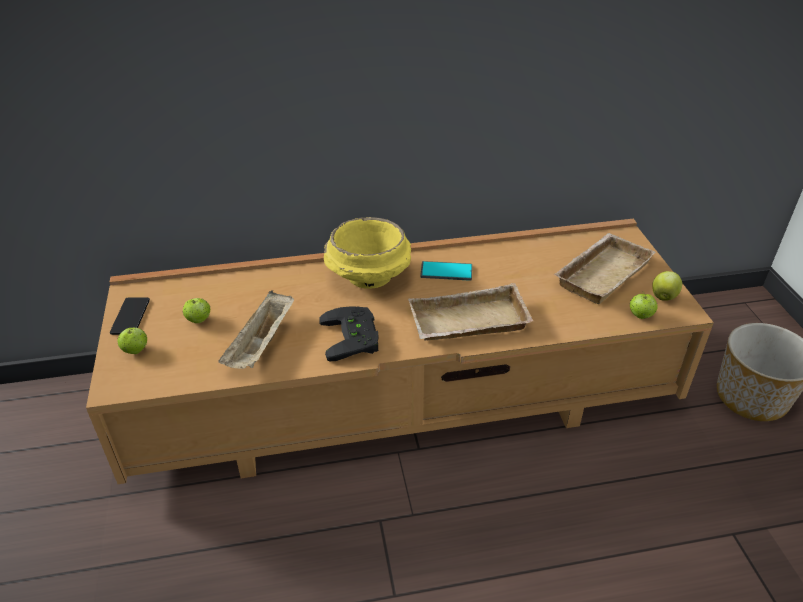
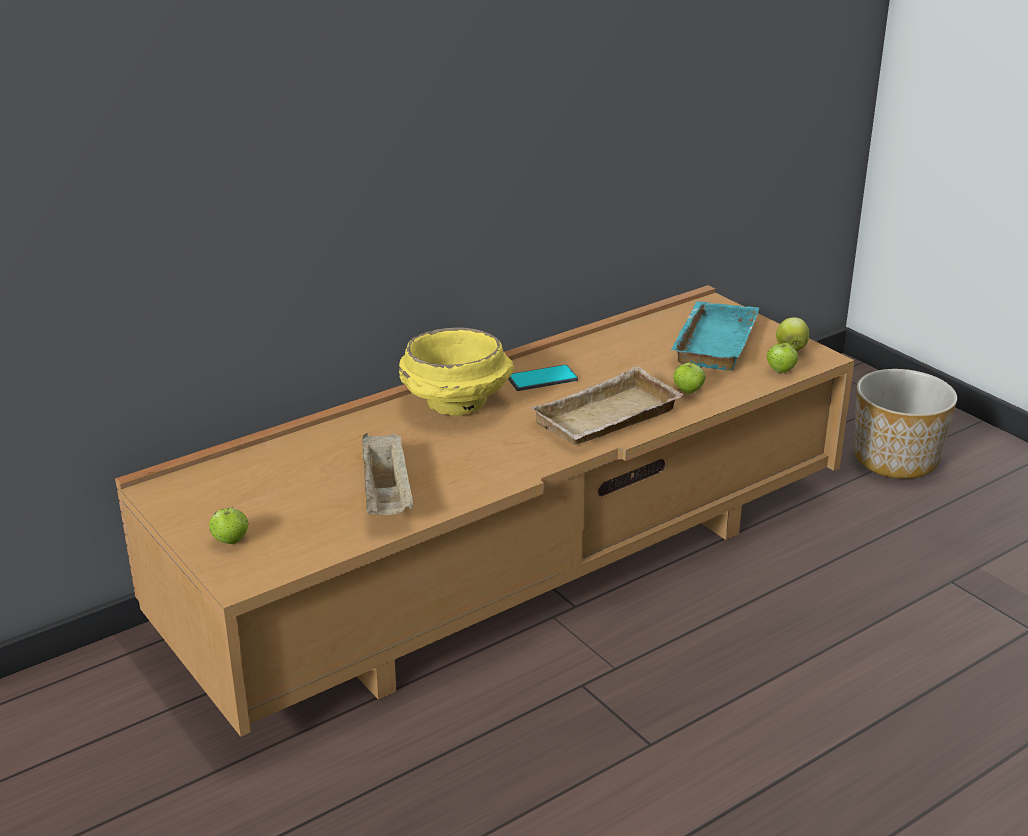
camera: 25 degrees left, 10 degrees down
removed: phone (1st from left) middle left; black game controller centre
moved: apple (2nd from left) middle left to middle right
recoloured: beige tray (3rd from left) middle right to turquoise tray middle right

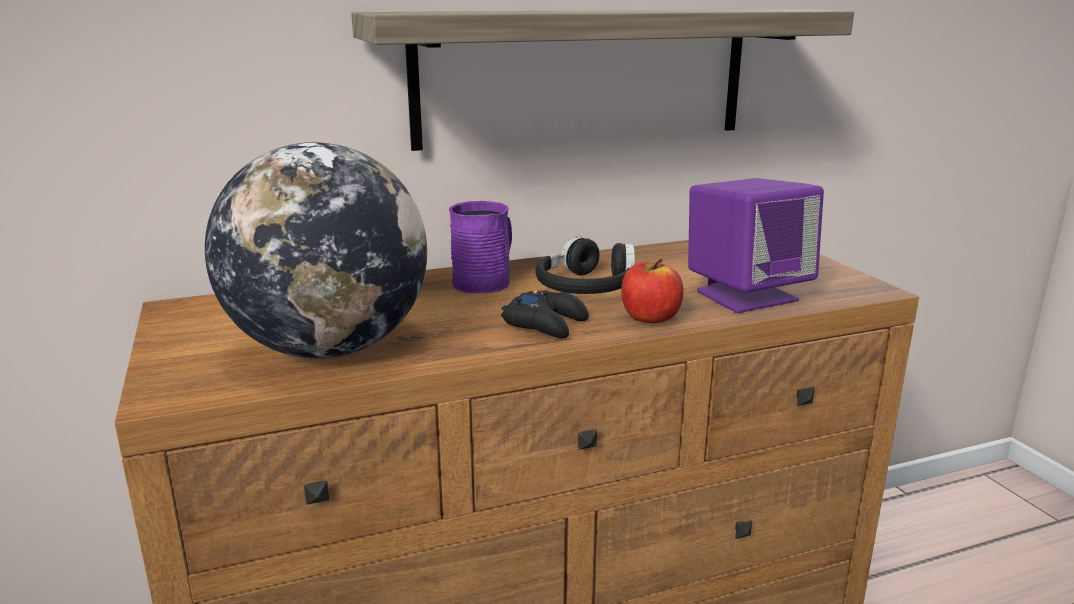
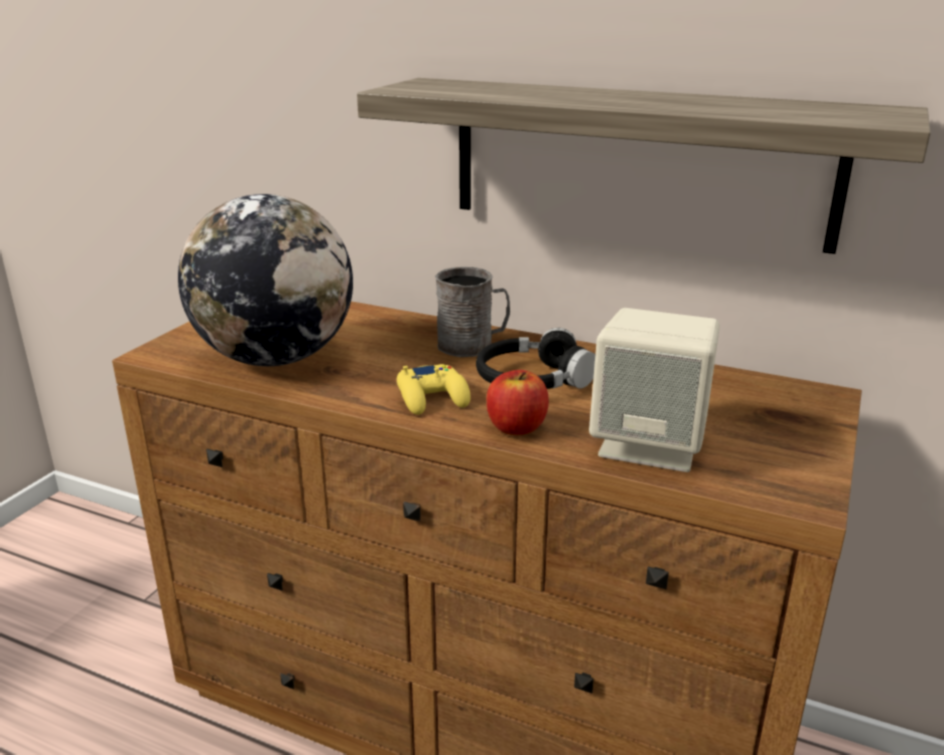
camera: 45 degrees right, 5 degrees up
recoloured: purple mug centre to grey mug centre; black game controller centre to yellow game controller centre; purple speaker middle right to beige speaker middle right

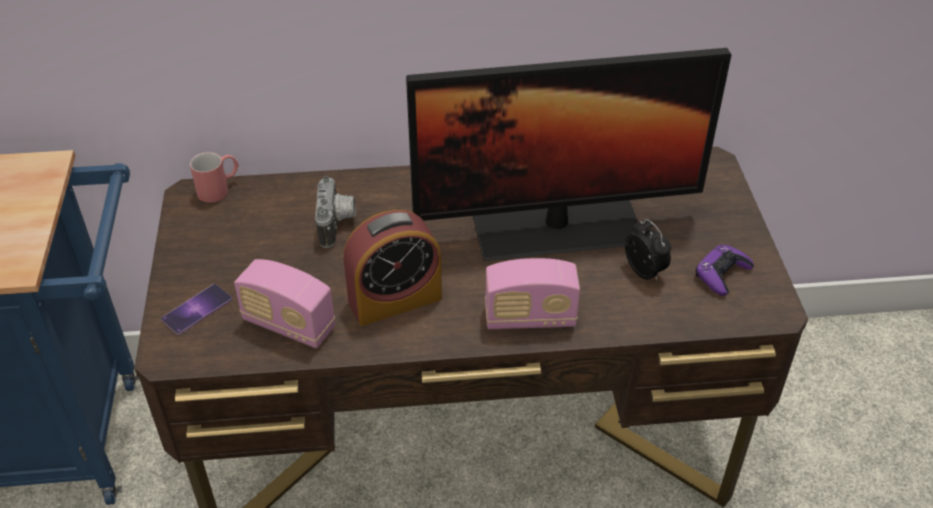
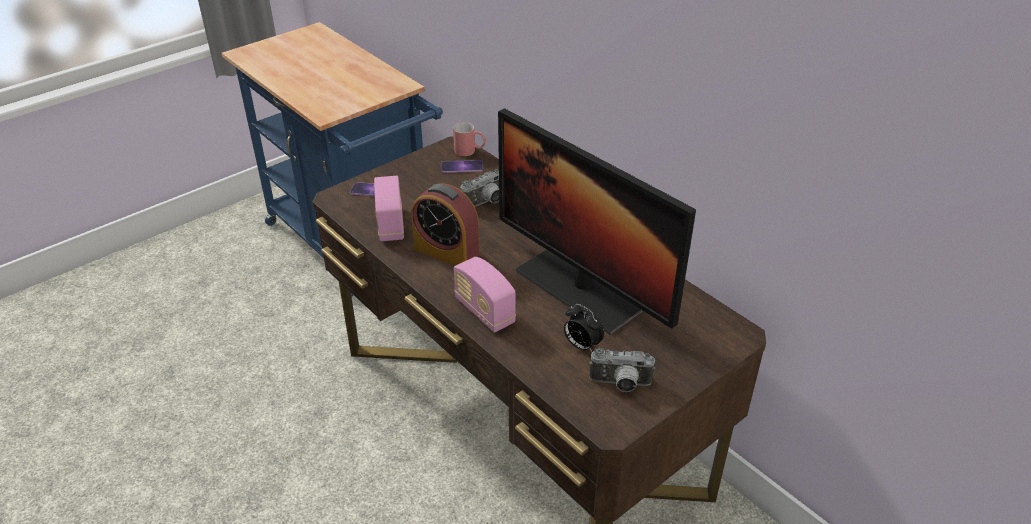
camera: 55 degrees right, 5 degrees down
added: phone (2nd from left) top centre
replaced: purple game controller middle right to photo camera (2nd from left) bottom centre
turned: alarm clock (2nd from left) middle right = centre 105 degrees clockwise

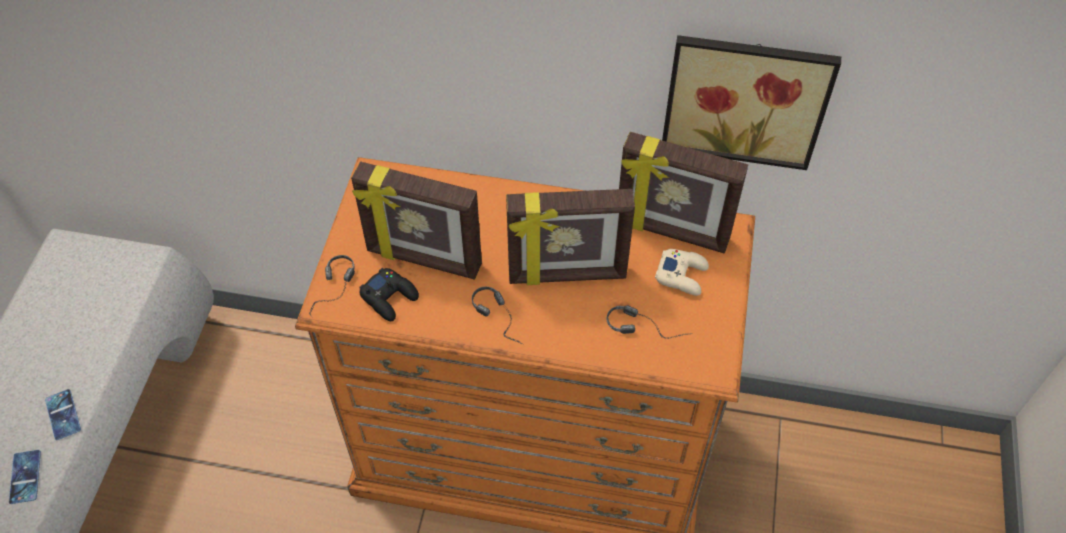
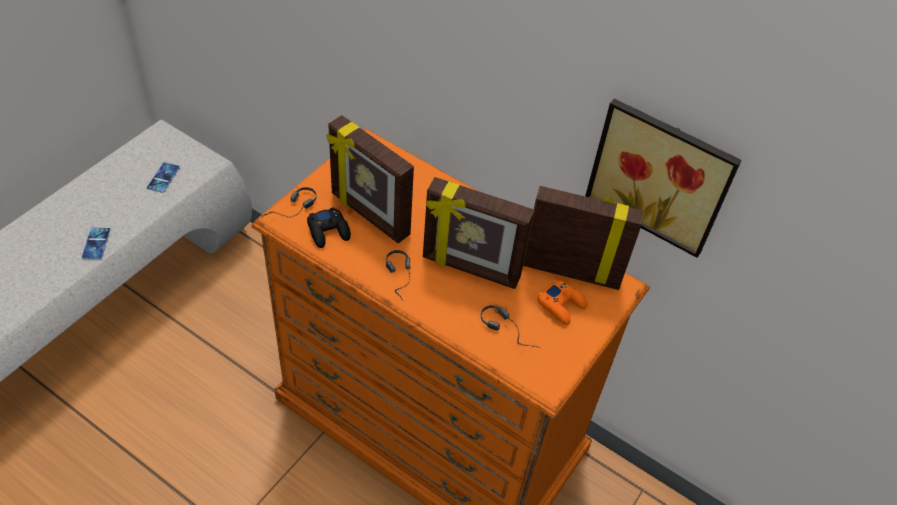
camera: 20 degrees right, 5 degrees down
moved: phone (1st from left in the first image) bottom left to phone (2nd from left) middle left
recoloured: beige game controller centre to orange game controller centre
turned: picture frame (3rd from left) centre = centre 150 degrees clockwise

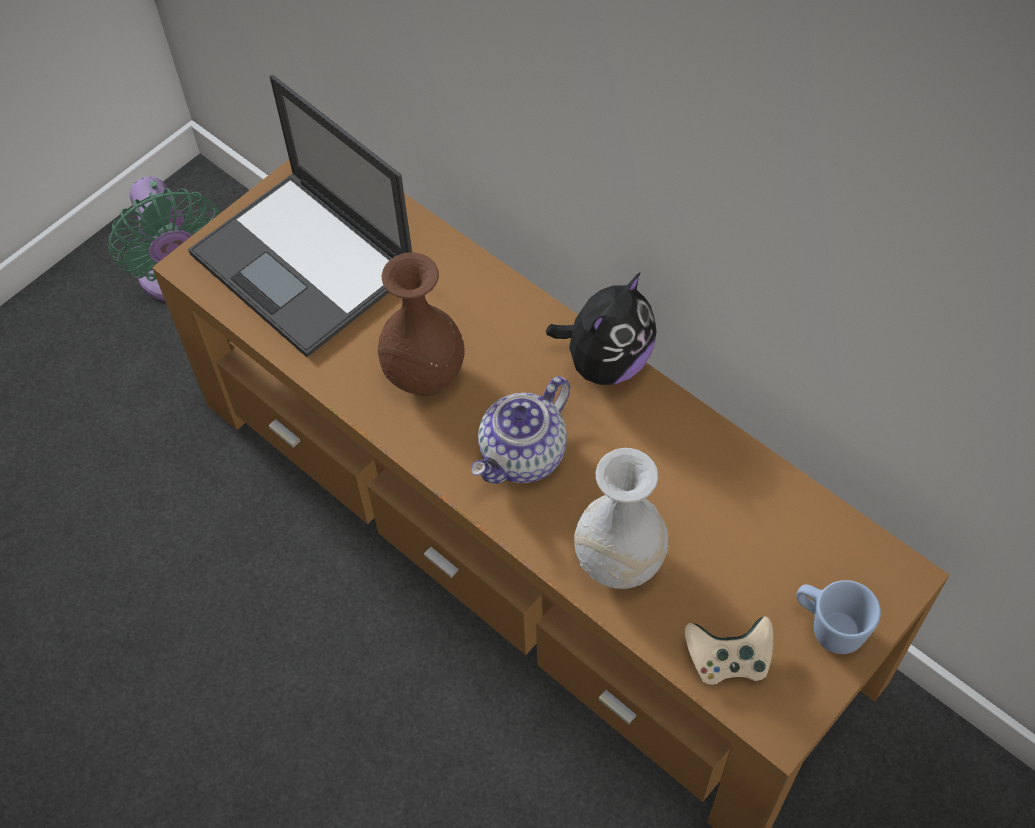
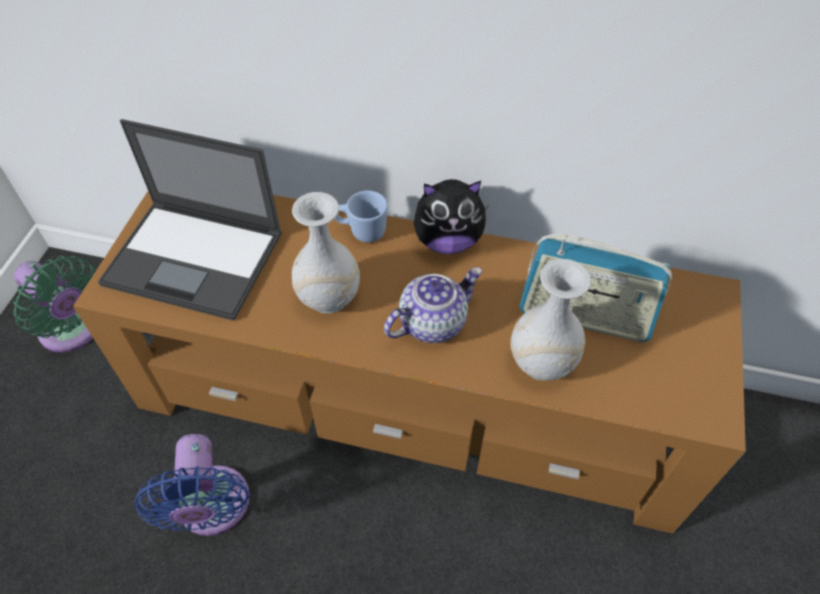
camera: 30 degrees left, 5 degrees down
removed: beige game controller bottom right
added: blue fan bottom left; radio middle right
moved: blue mug bottom right to centre
recoloured: brown vase centre to white vase (1st from left) centre
turned: teapot centre = centre 135 degrees counterclockwise; plush toy centre = centre 75 degrees clockwise

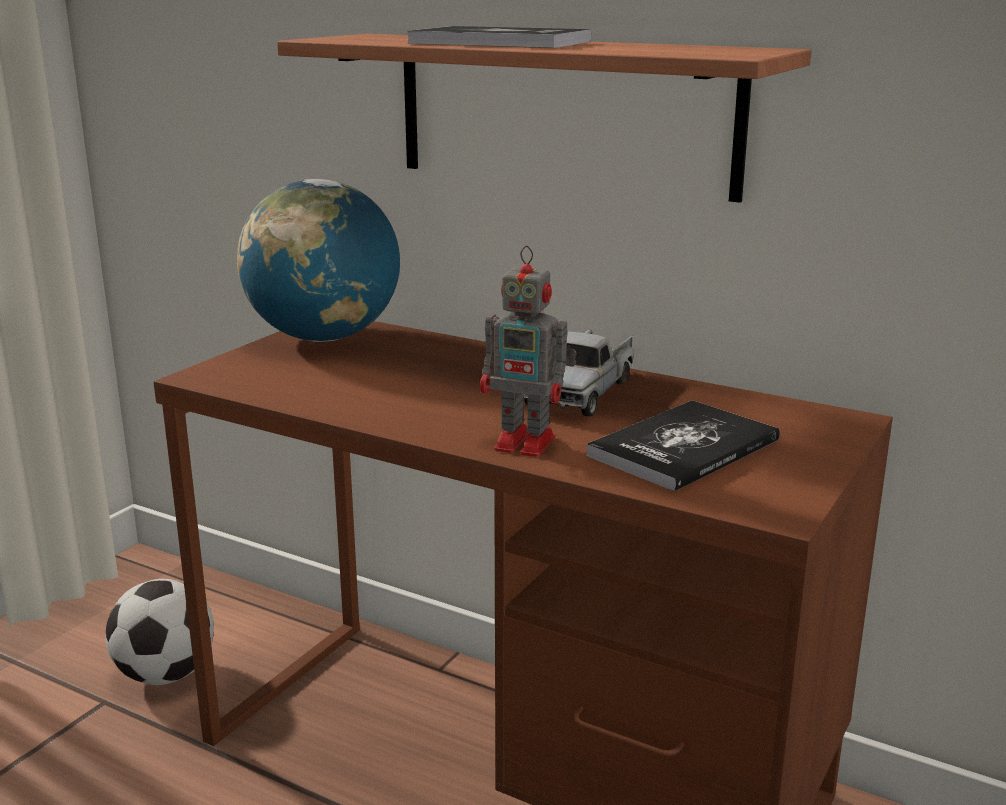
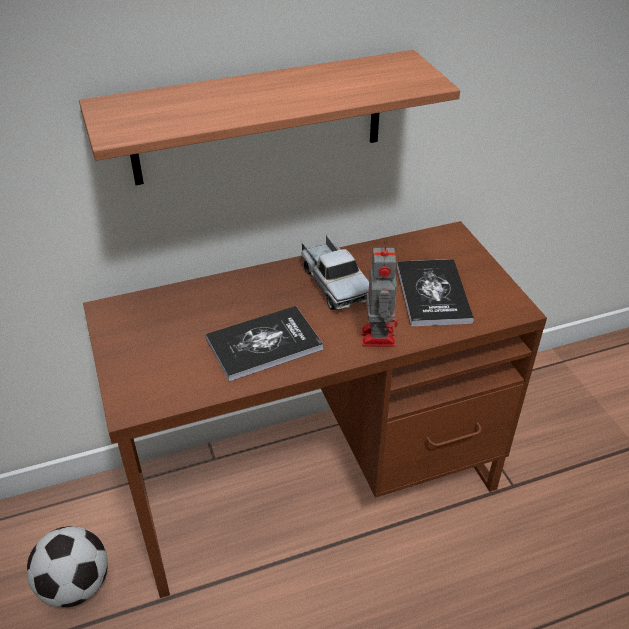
camera: 50 degrees left, 20 degrees up
removed: globe top left
moved: book (1st from left) top centre to centre
turned: toy robot centre = centre 60 degrees counterclockwise

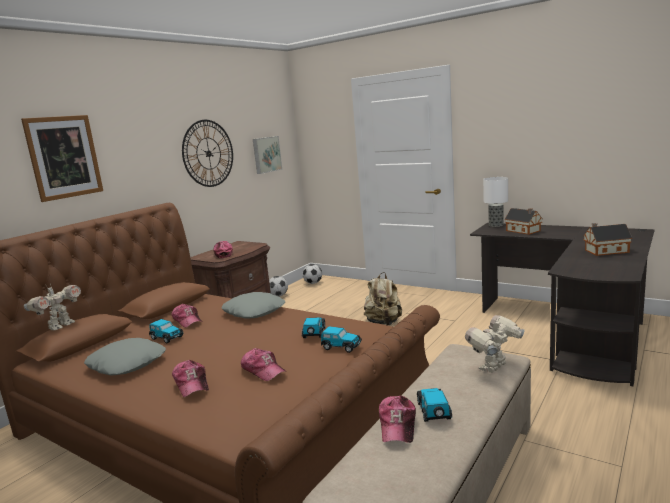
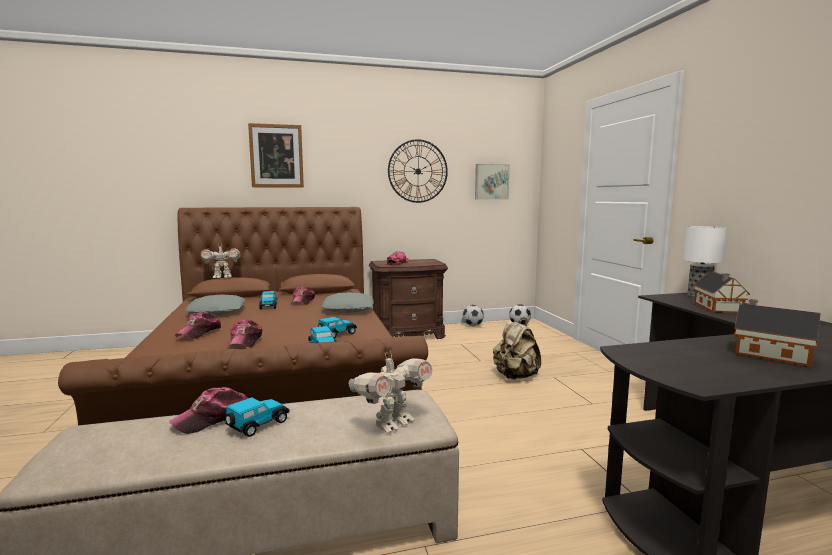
camera: 40 degrees right, 5 degrees down
turned: toy robot (2nd from left) bottom right = bottom centre 135 degrees clockwise

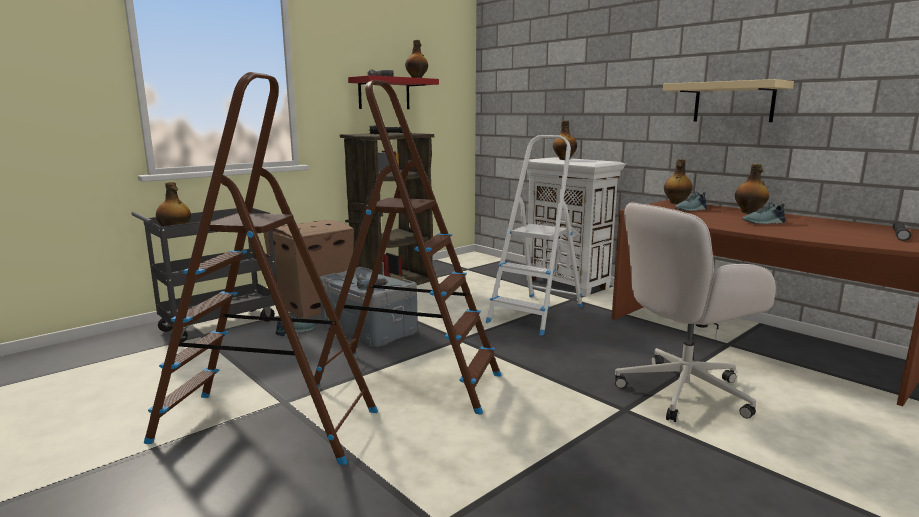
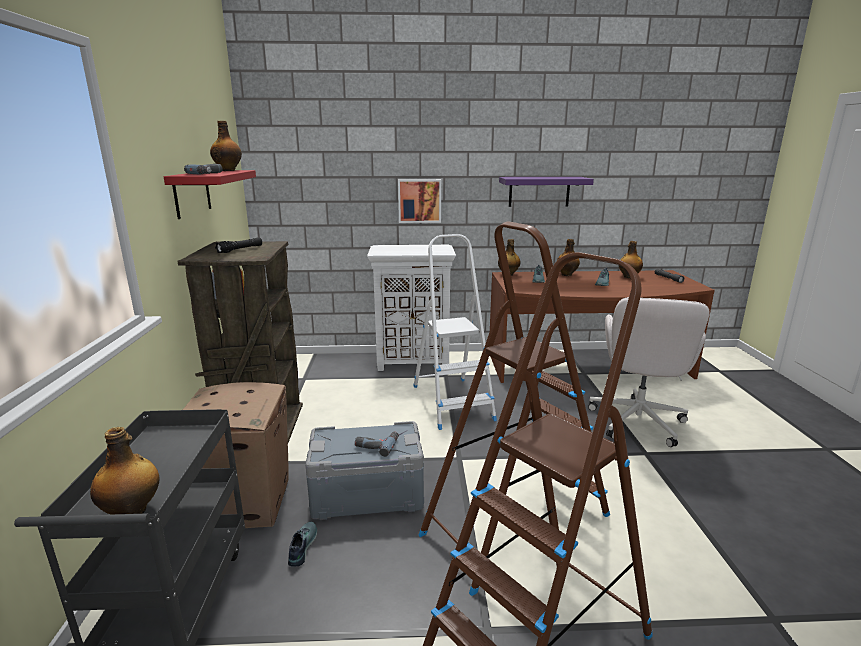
camera: 50 degrees left, 5 degrees up
added: picture top centre
moved: bottle (3rd from left in the first image) top centre to bottle (5th from left) middle right
recoloured: beige shelf top right to purple shelf top centre

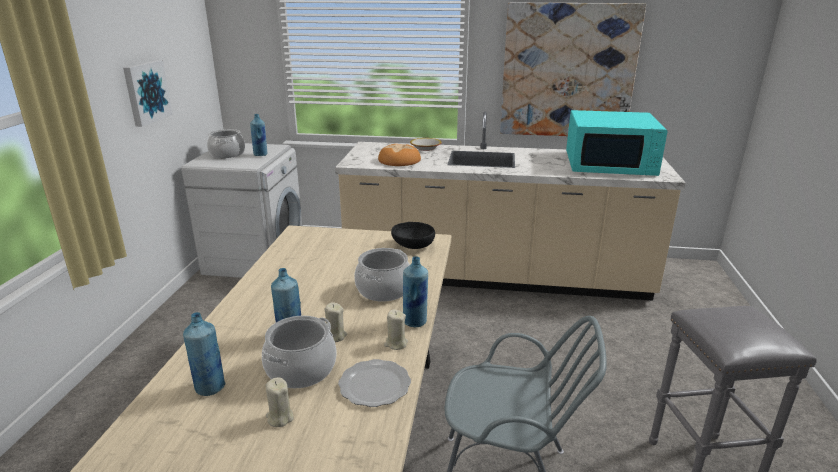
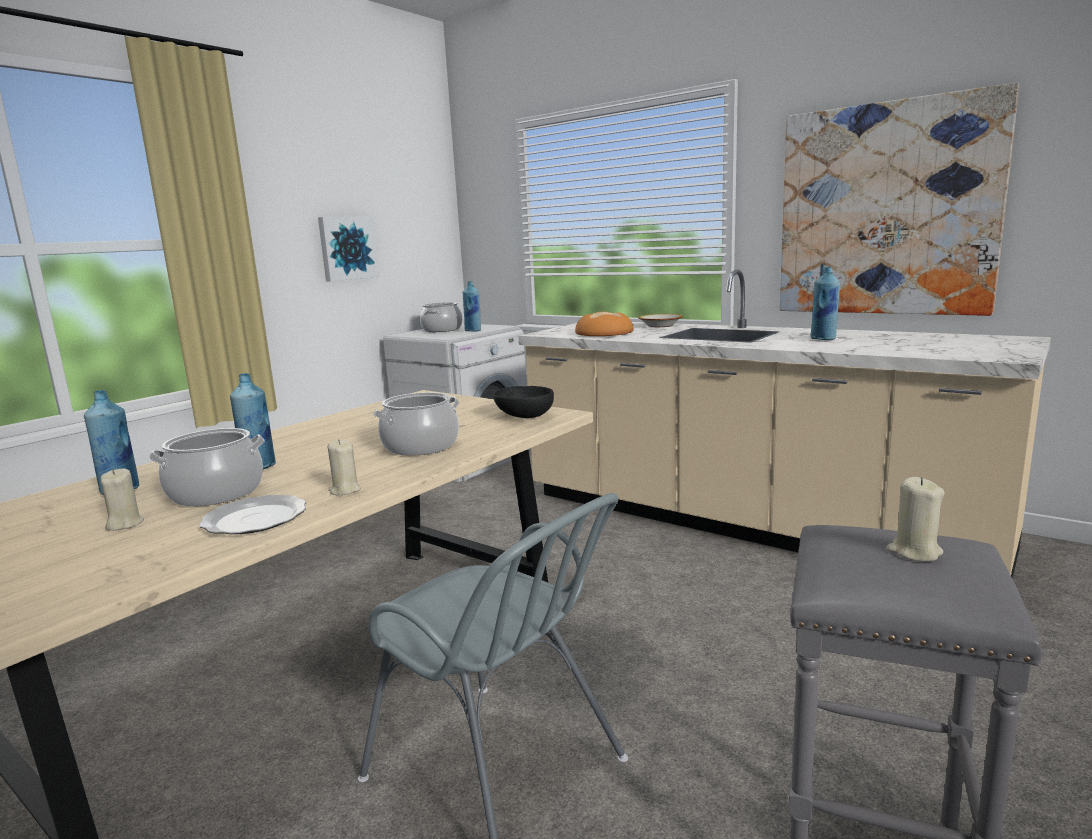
camera: 30 degrees right, 10 degrees down
removed: turquoise microwave top right
moved: beige candle (2nd from left in the first image) bottom centre to beige candle (3rd from left) middle right; blue bottle (4th from left) centre to middle right

